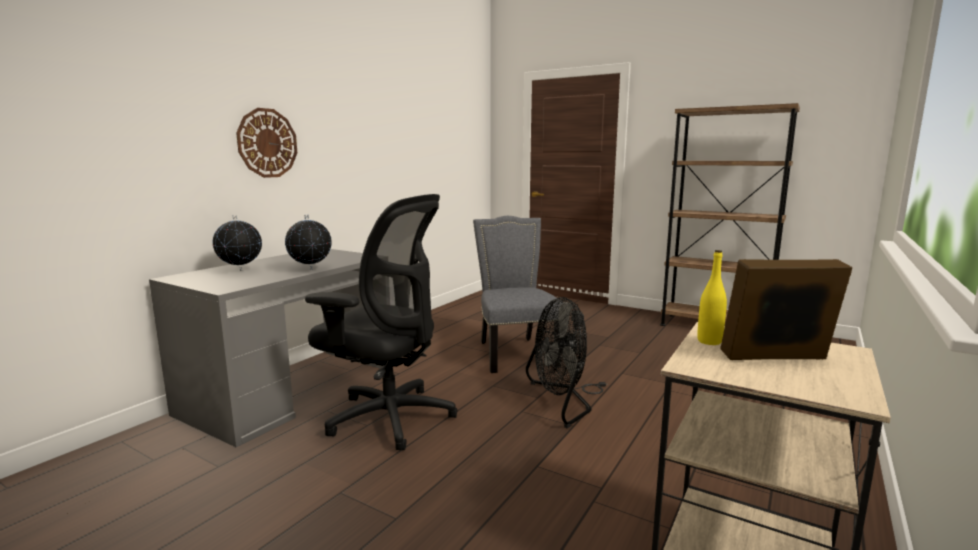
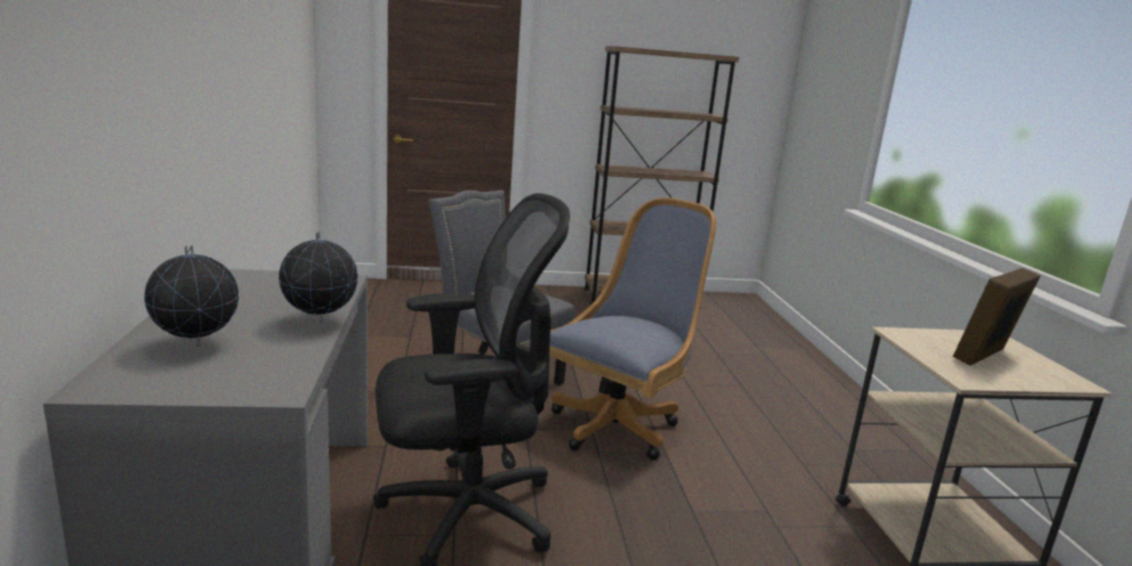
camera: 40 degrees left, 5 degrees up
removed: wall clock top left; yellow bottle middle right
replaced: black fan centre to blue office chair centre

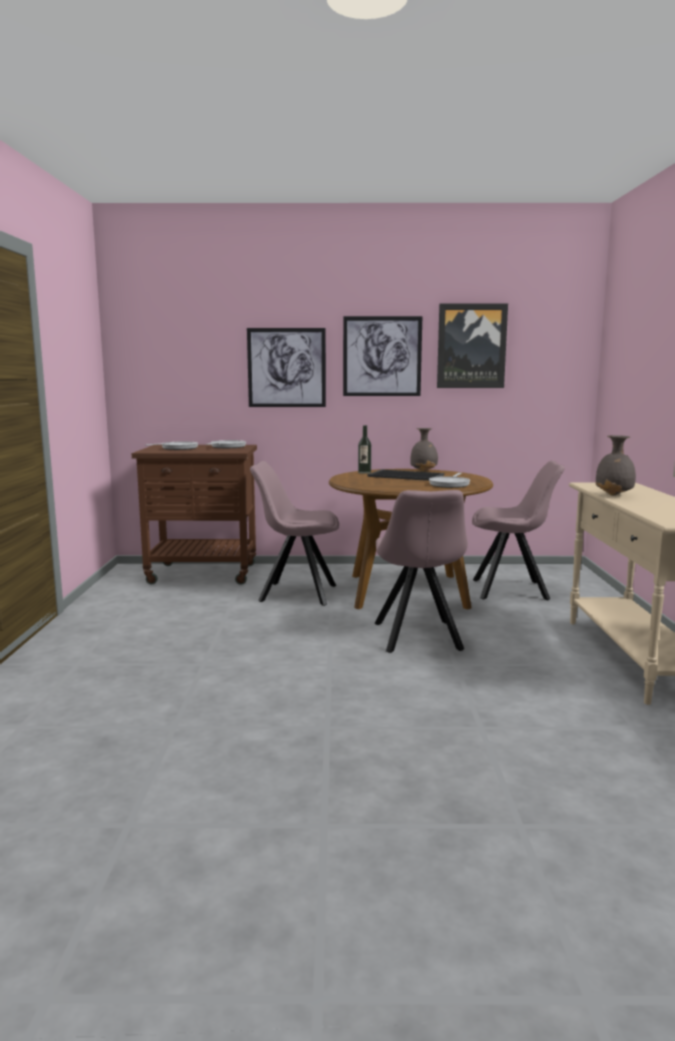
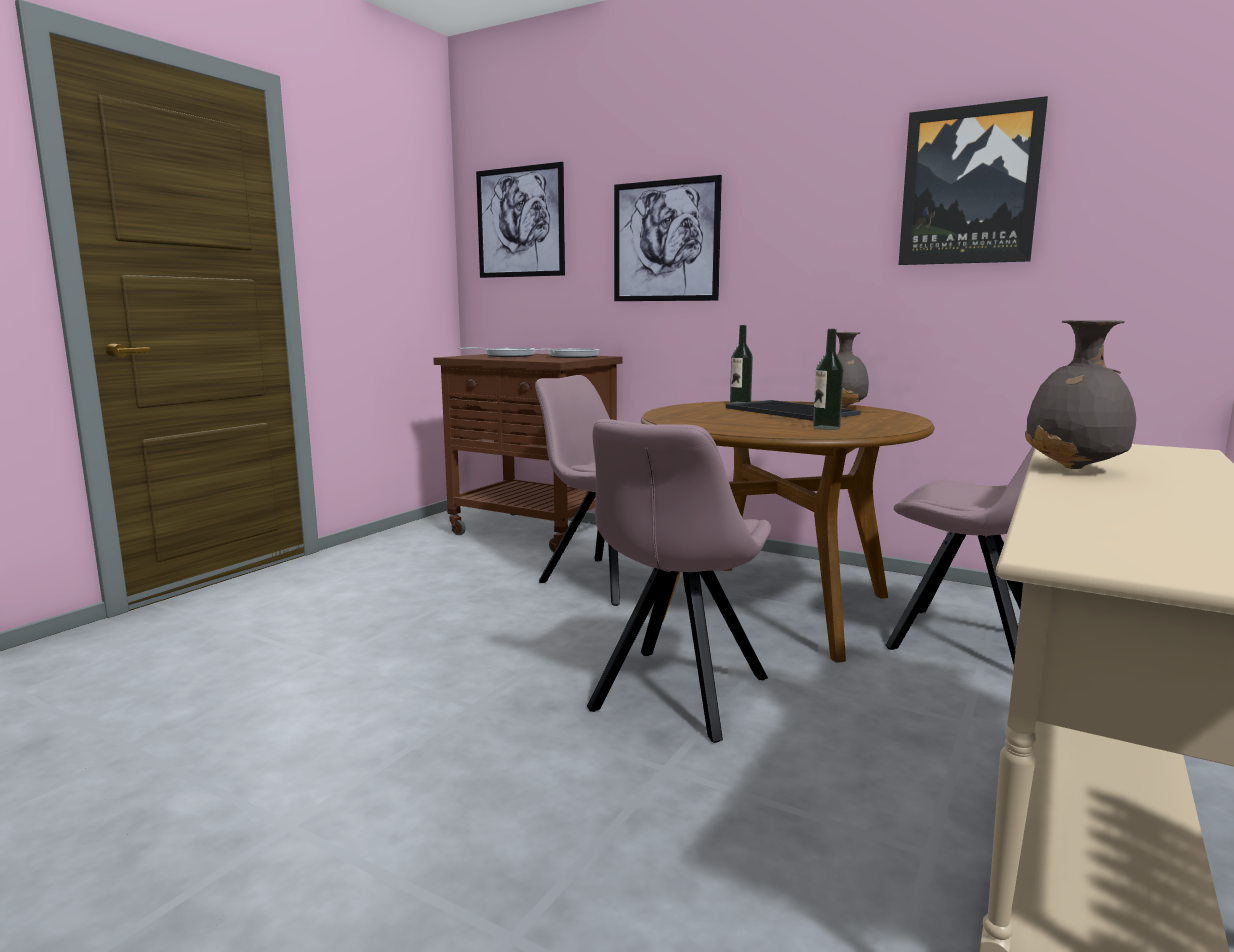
camera: 30 degrees right, 0 degrees up
moved: picture (2nd from left in the first image) centre to picture (1st from left) top centre
replaced: frying pan (3rd from left) centre to bottle (2nd from left) middle right

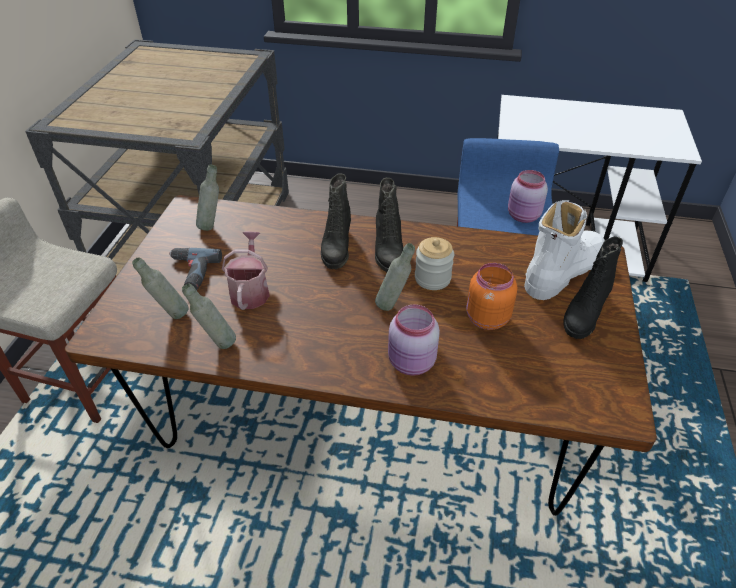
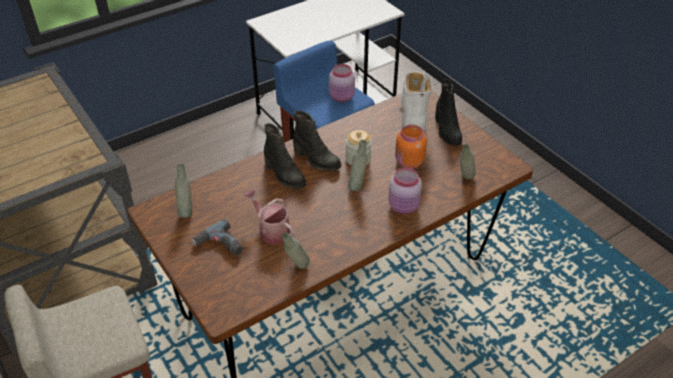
camera: 45 degrees left, 0 degrees up
moved: grey bottle (1st from left in the first image) middle left to grey bottle (4th from left) middle right

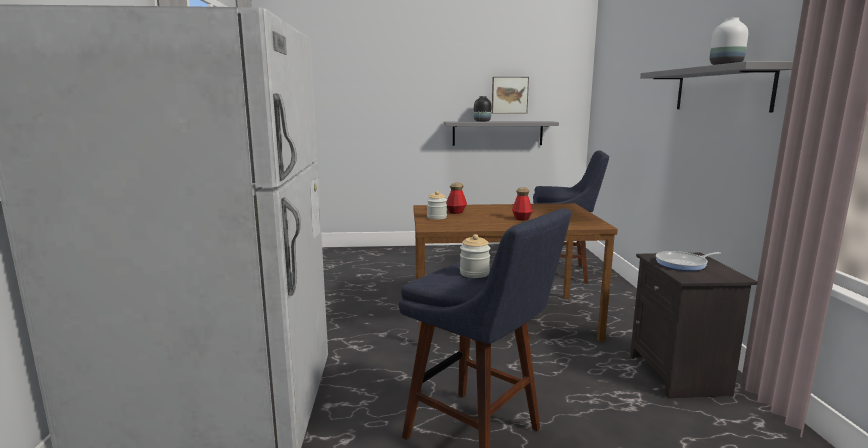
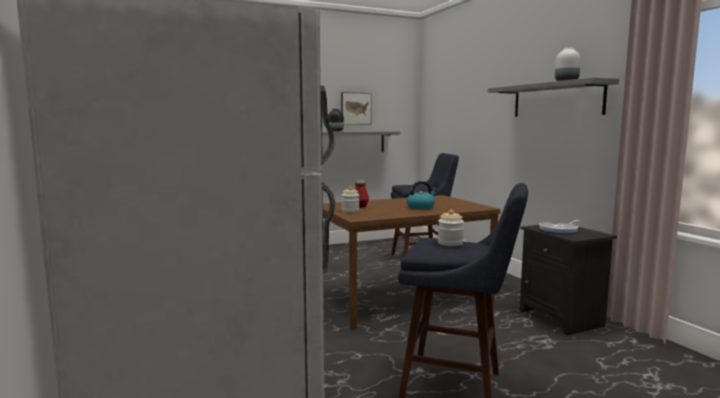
camera: 20 degrees left, 5 degrees down
replaced: bottle (2nd from left) centre to kettle centre

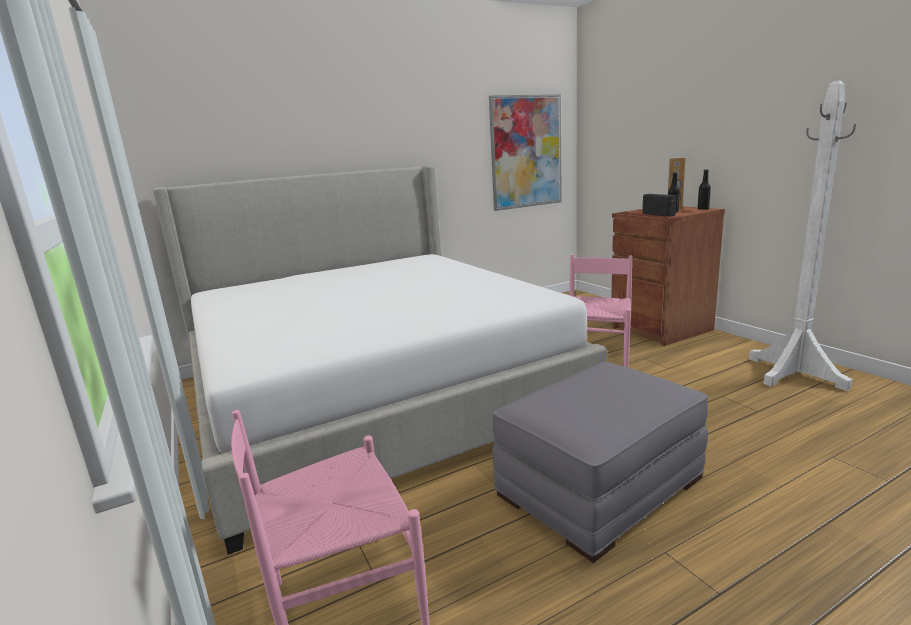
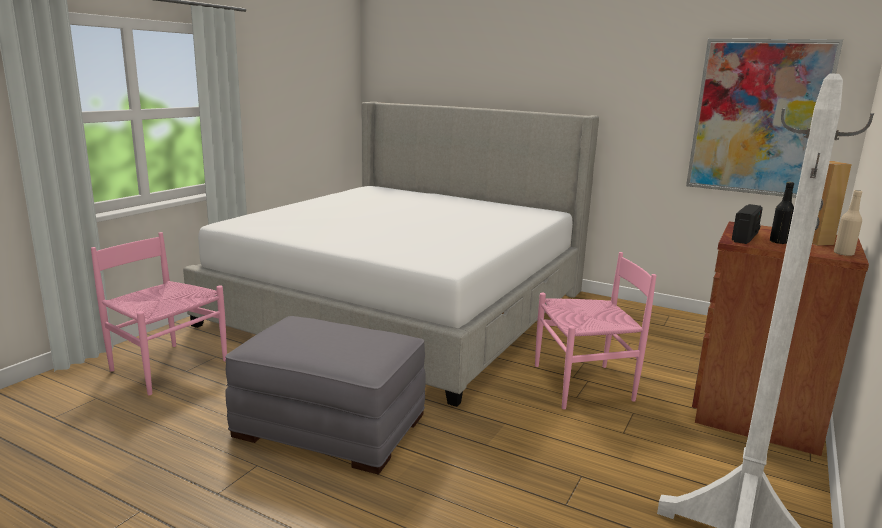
camera: 55 degrees right, 0 degrees up
recoloured: black bottle (2nd from left) top right to beige bottle middle right

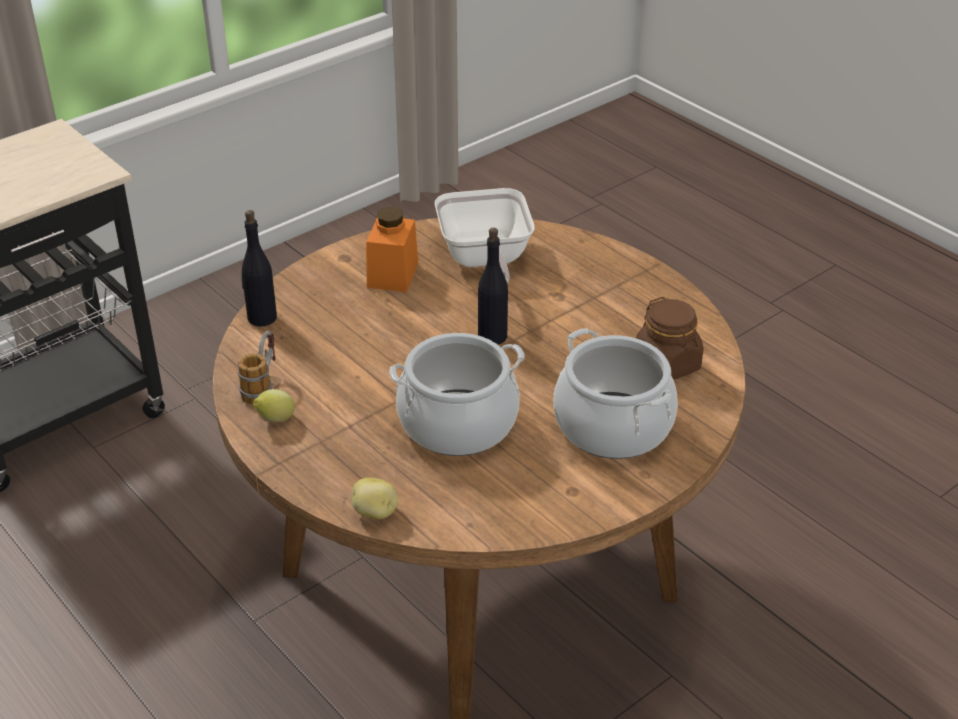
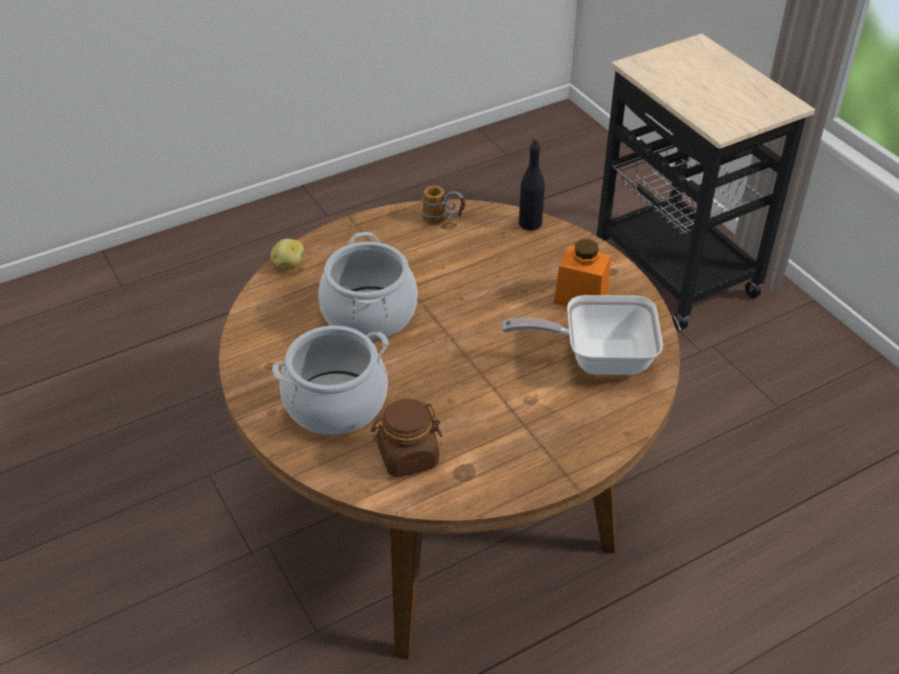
camera: 100 degrees right, 5 degrees up
removed: lemon middle left; black bottle (2nd from left) centre

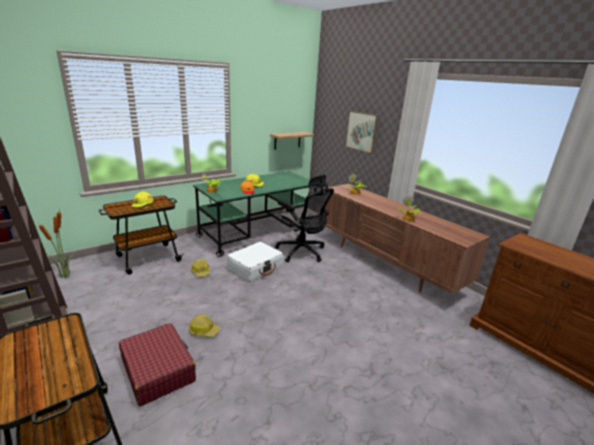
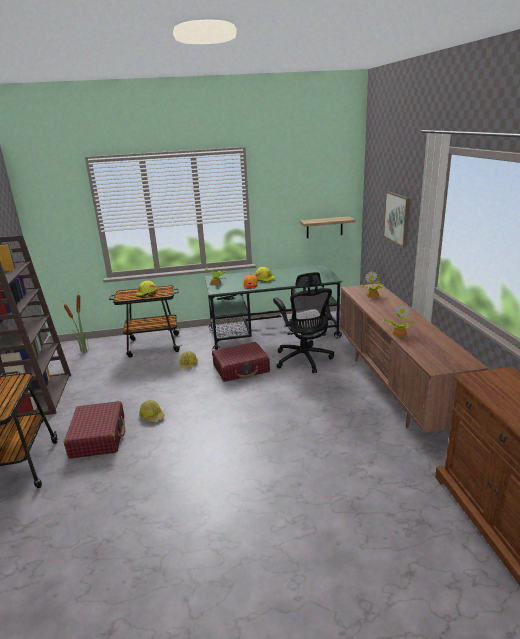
camera: 30 degrees right, 0 degrees up
recoloured: white suitcase centre to red suitcase (2nd from left) centre

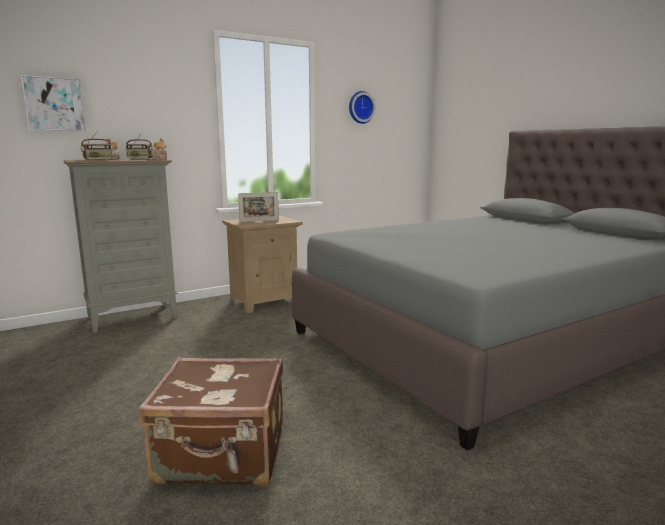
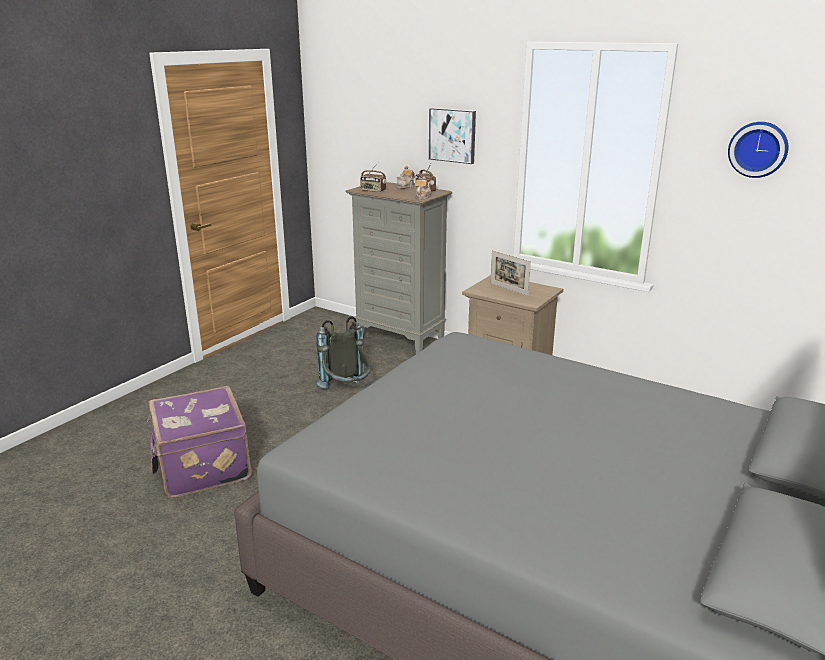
camera: 65 degrees right, 10 degrees up
added: grey backpack centre
moved: picture top left to top centre
recoloured: brown suitcase bottom left to purple suitcase bottom left

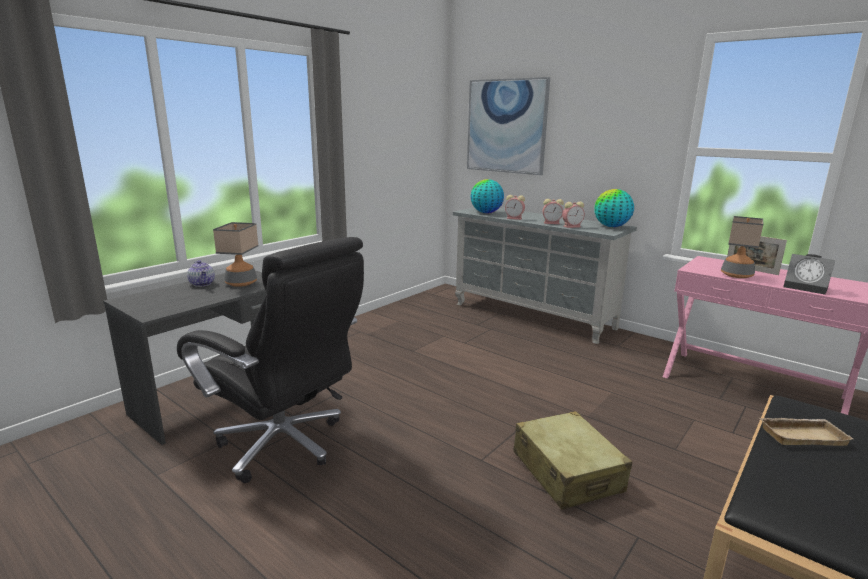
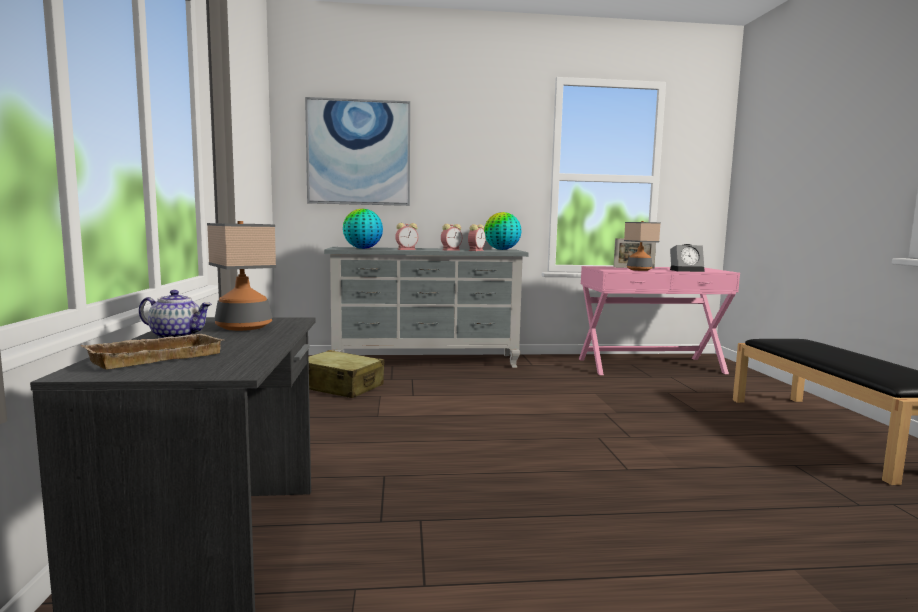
camera: 45 degrees left, 10 degrees down
removed: black office chair middle left
moved: beige suitcase bottom centre to centre; beige tray bottom right to middle left

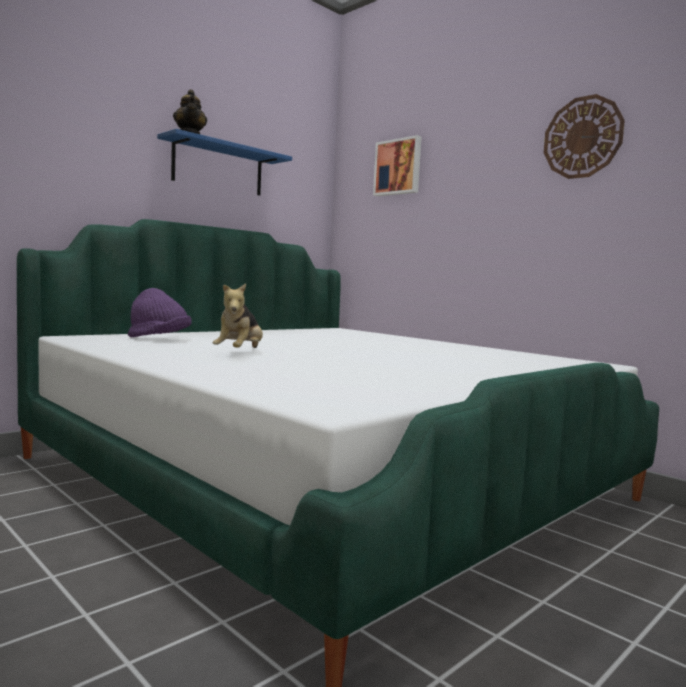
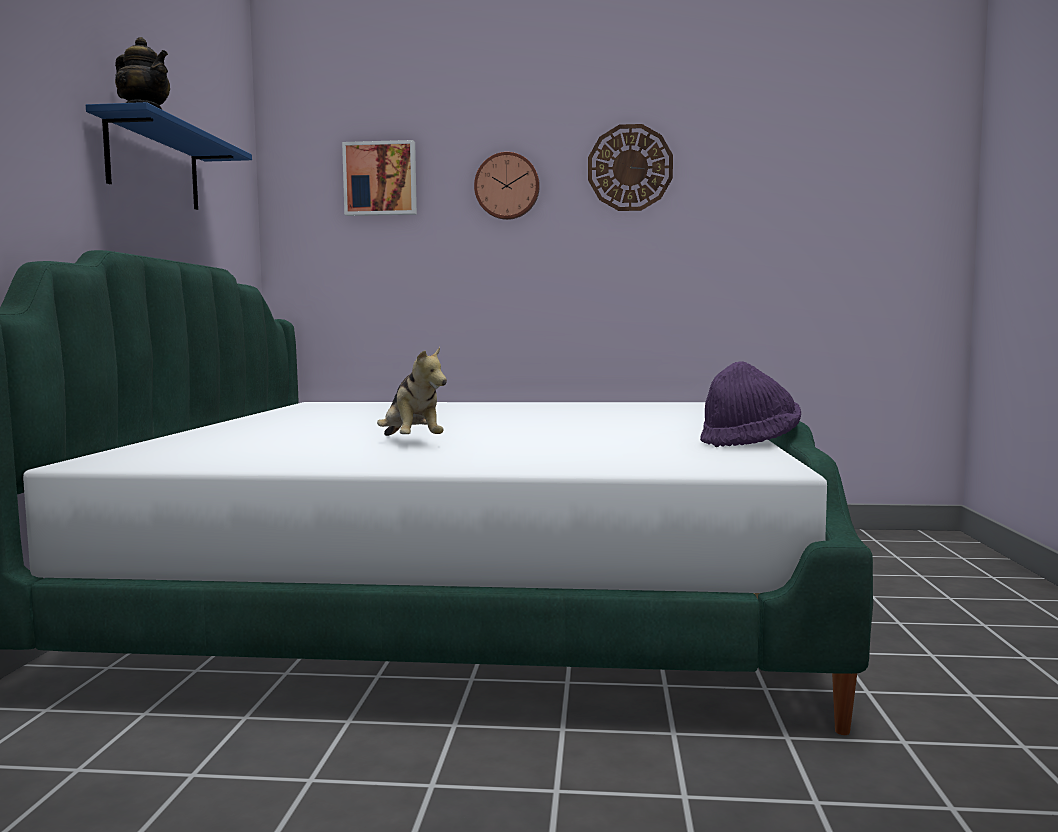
camera: 40 degrees left, 0 degrees up
added: wall clock (1st from left) top centre
moved: purple hat middle left to middle right

